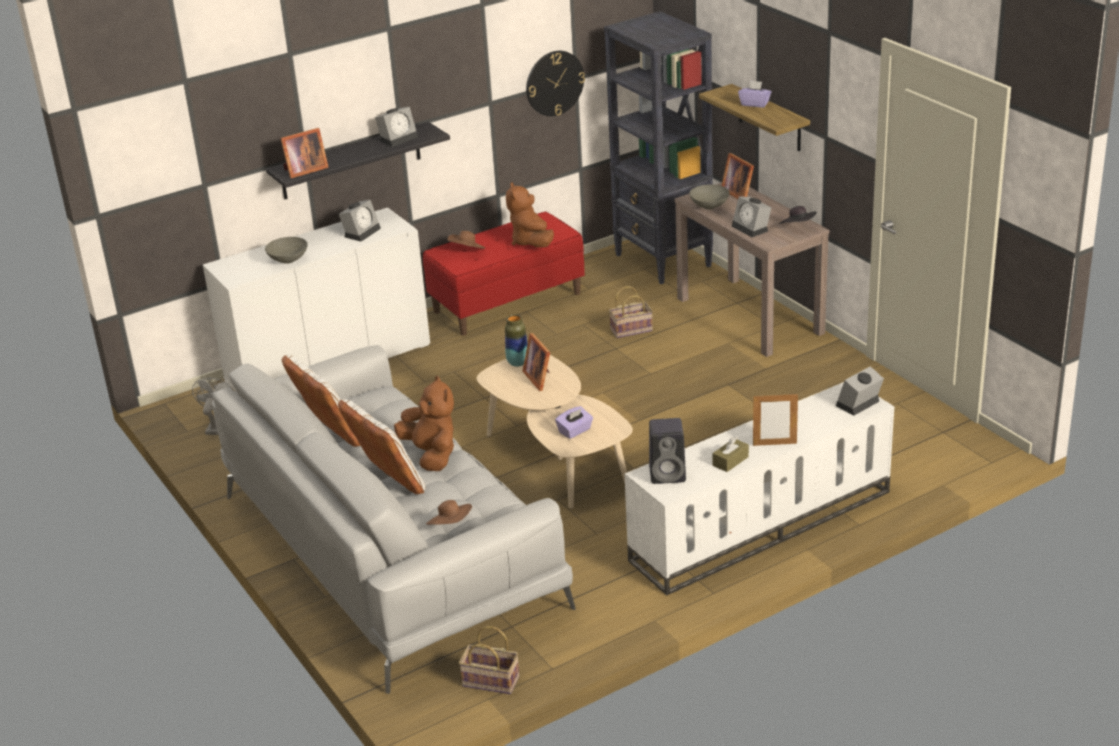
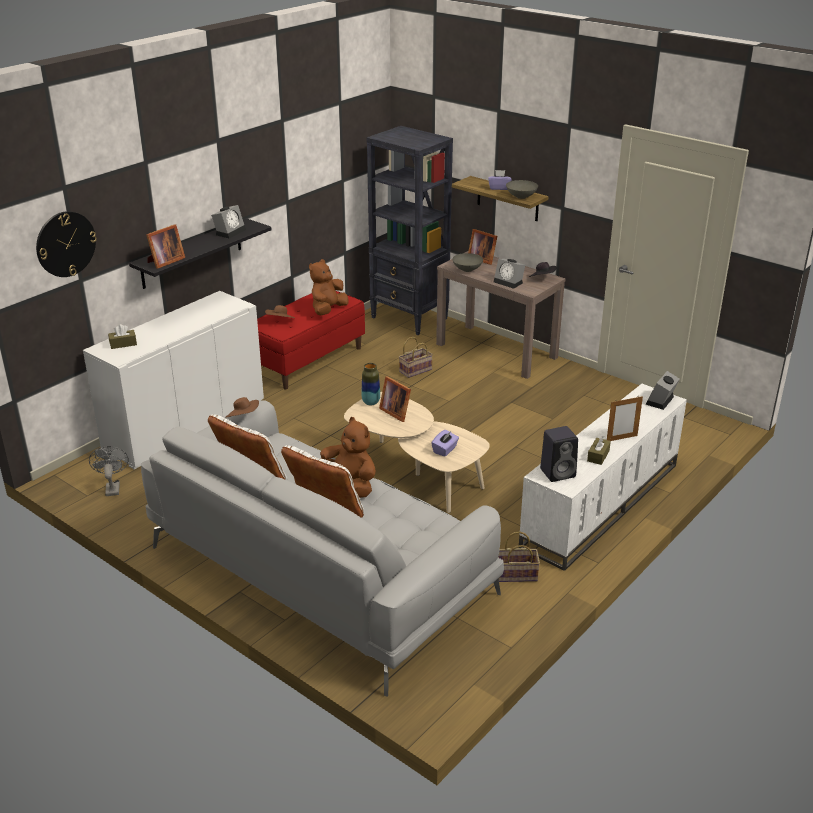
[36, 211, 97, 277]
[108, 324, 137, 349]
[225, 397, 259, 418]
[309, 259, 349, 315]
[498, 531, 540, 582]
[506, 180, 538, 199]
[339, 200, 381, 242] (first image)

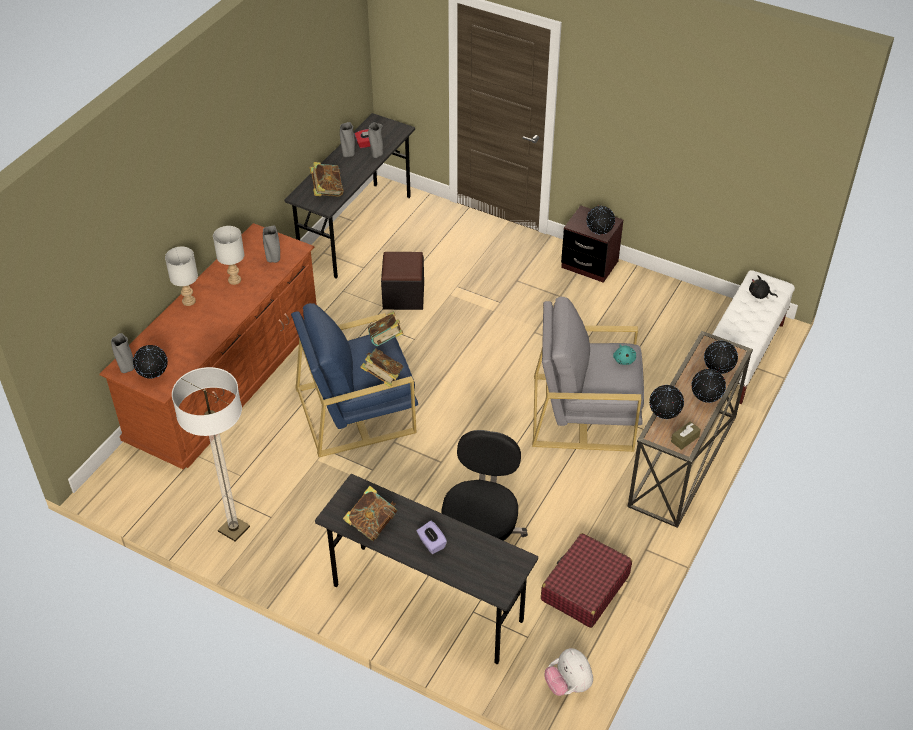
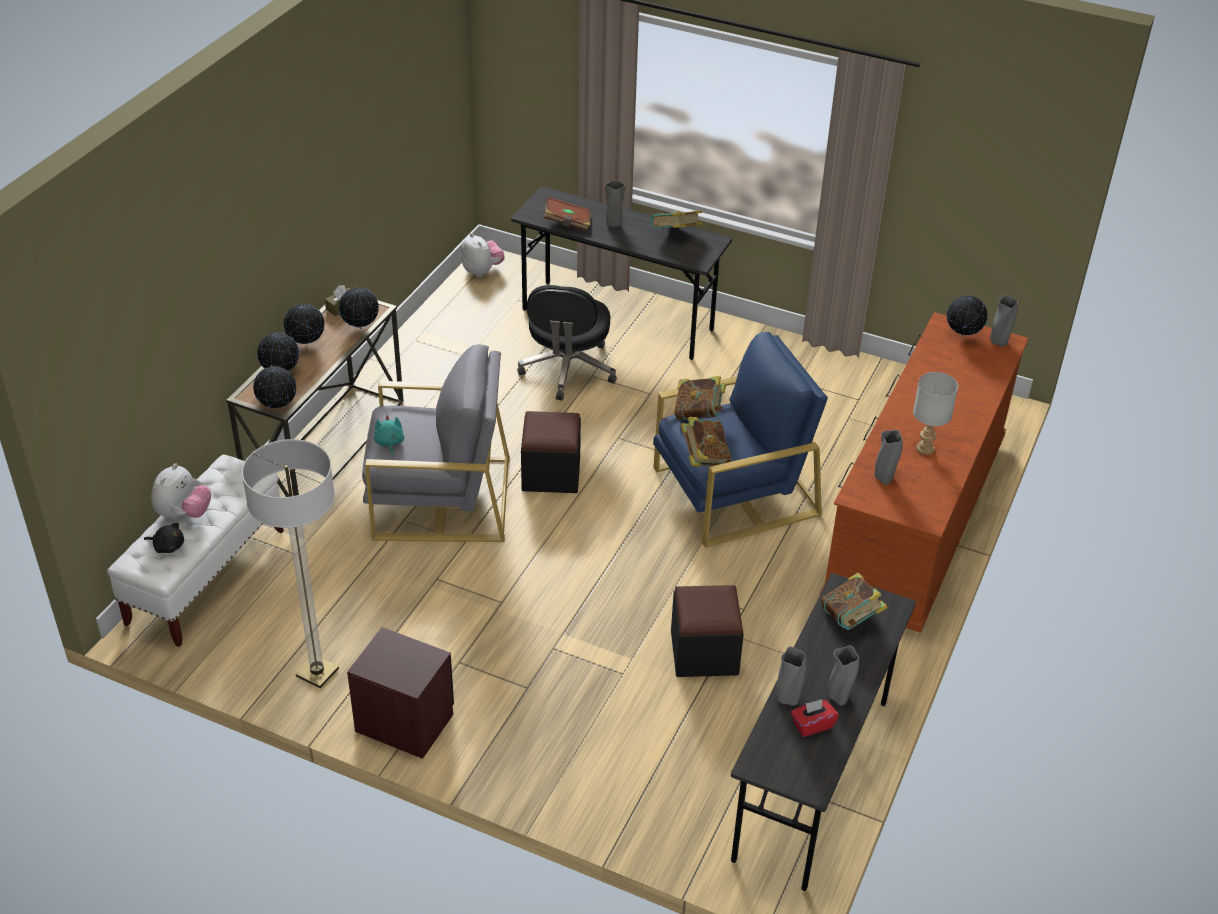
[151, 464, 211, 519]
[242, 439, 339, 688]
[253, 365, 297, 408]
[521, 411, 581, 493]
[544, 197, 591, 231]
[605, 180, 625, 227]
[165, 247, 198, 306] (first image)
[541, 533, 632, 628] (first image)

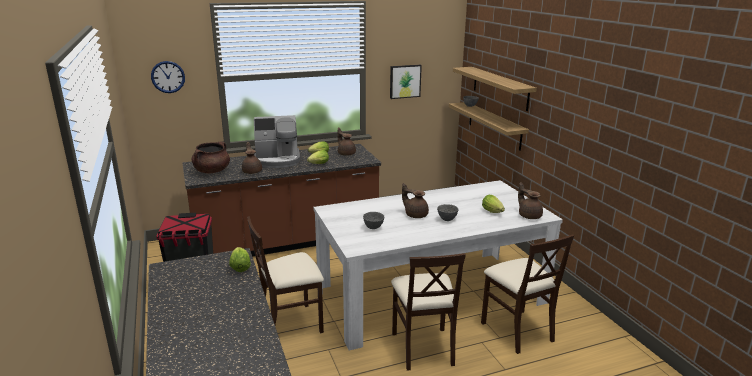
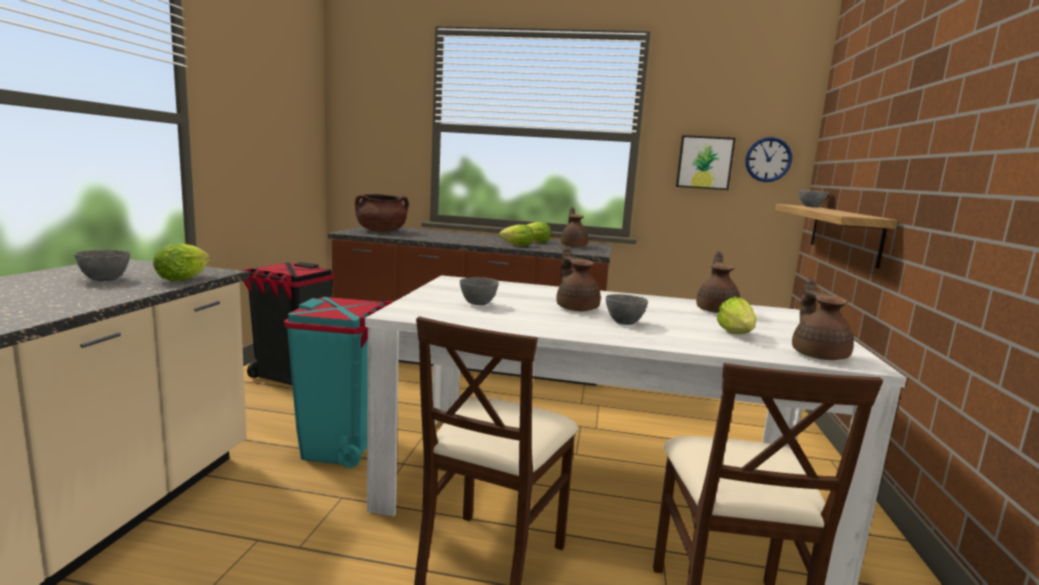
[74, 250, 130, 281]
[284, 297, 394, 468]
[696, 251, 740, 313]
[745, 137, 792, 182]
[254, 115, 300, 168] (first image)
[453, 67, 537, 111] (first image)

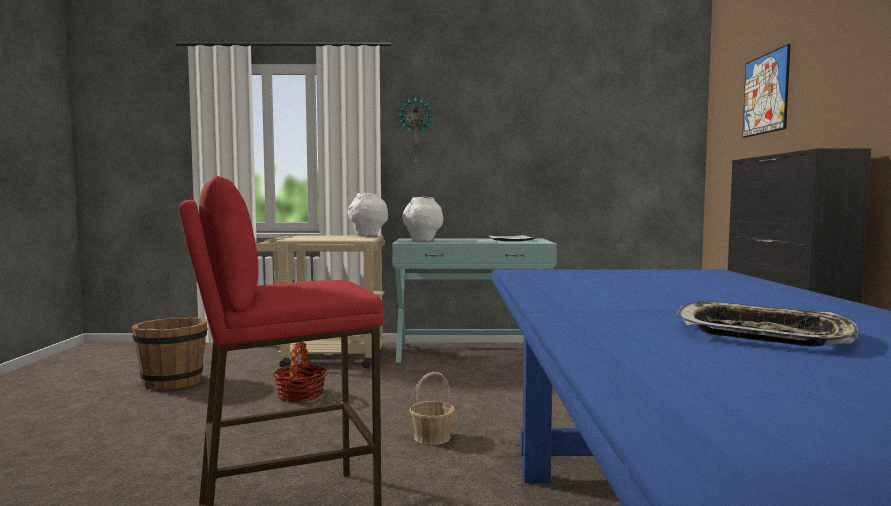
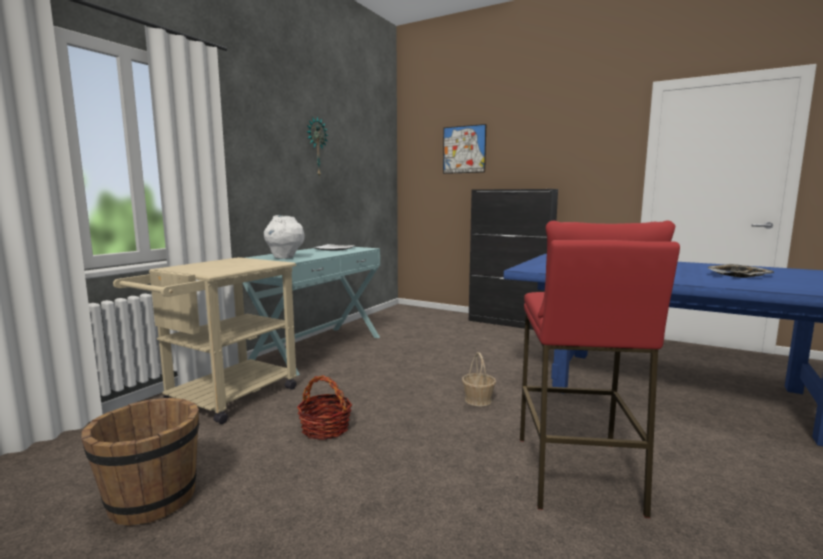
[306, 117, 329, 176]
[348, 192, 388, 236] (first image)

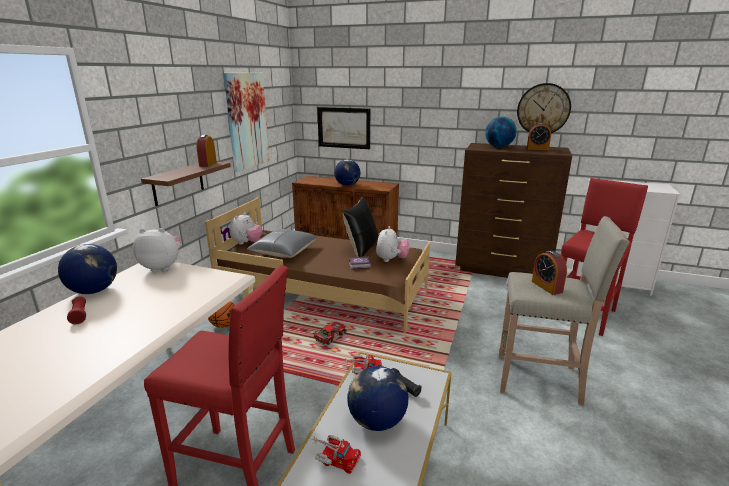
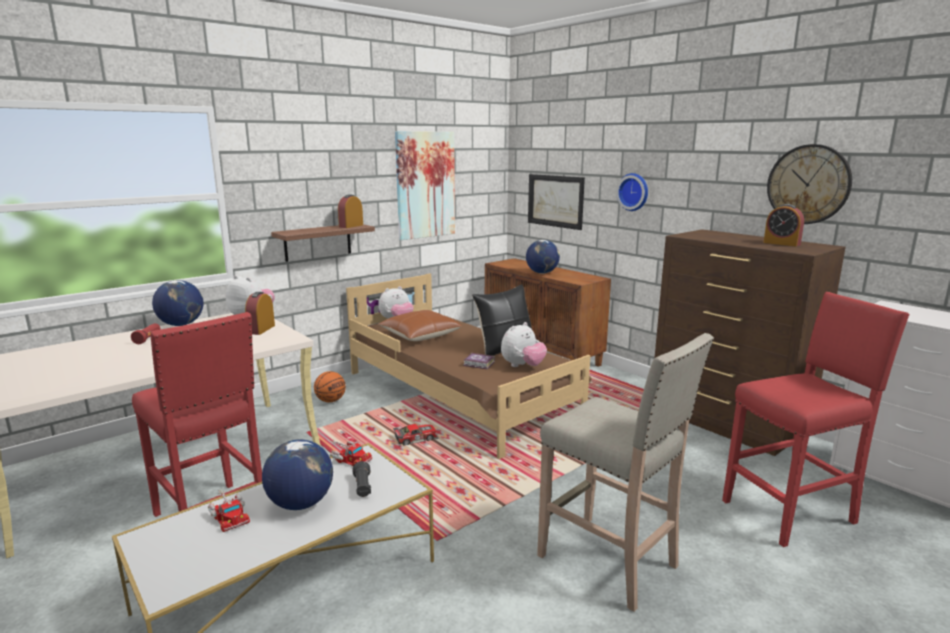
[245, 292, 275, 335]
[378, 310, 462, 341]
[616, 173, 648, 211]
[485, 116, 517, 147] (first image)

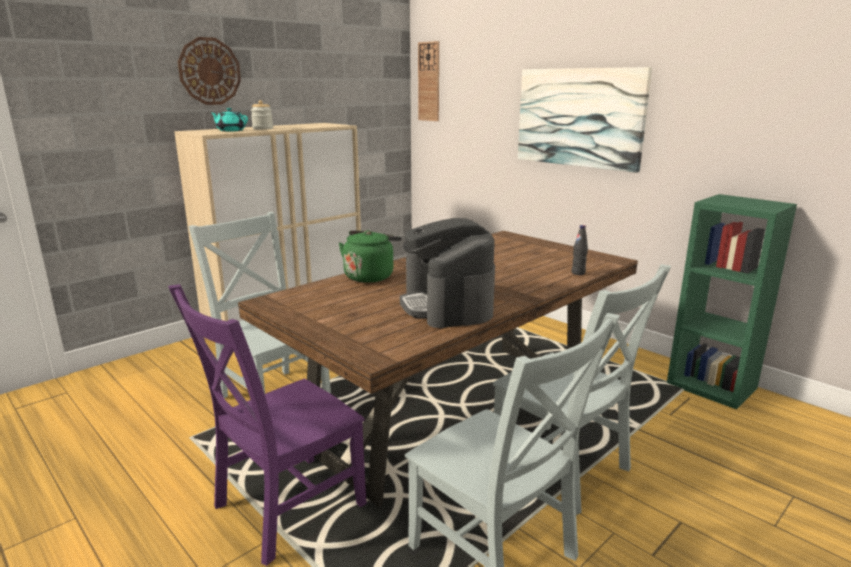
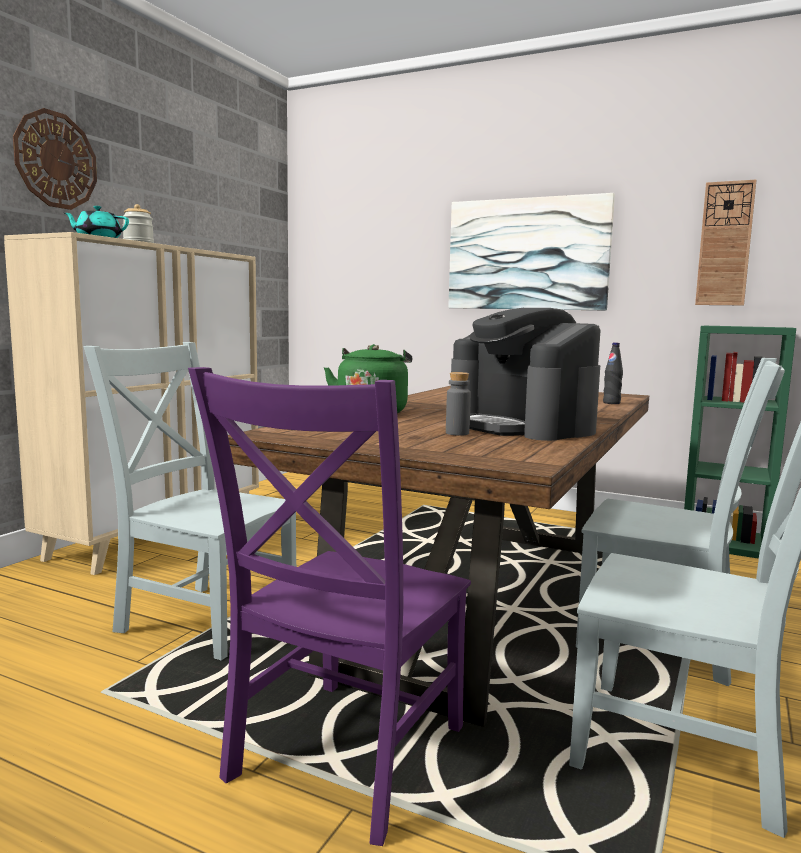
[446, 372, 471, 436]
[695, 180, 757, 306]

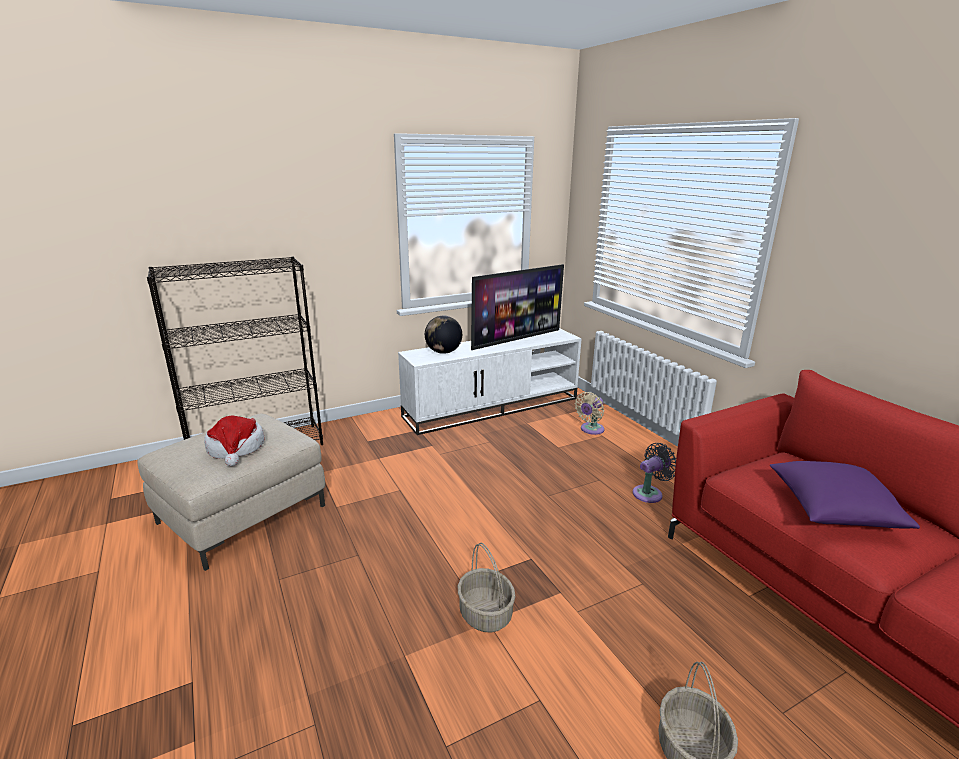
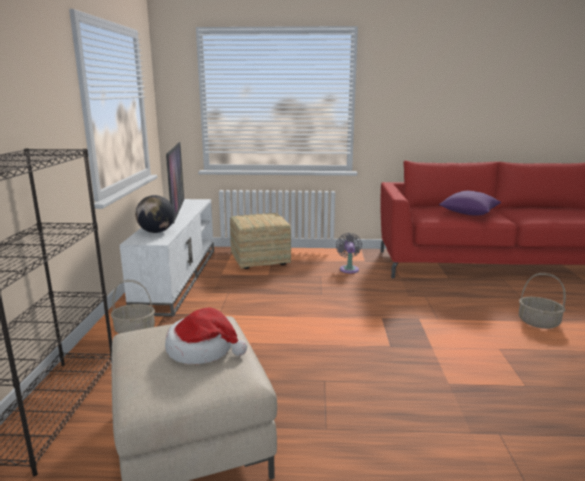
[111, 280, 155, 334]
[230, 213, 291, 269]

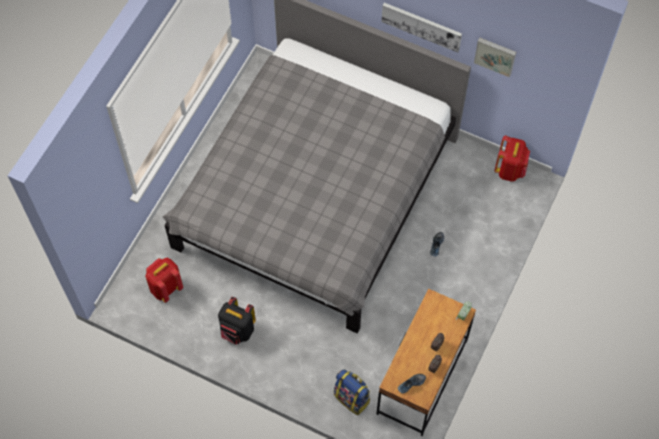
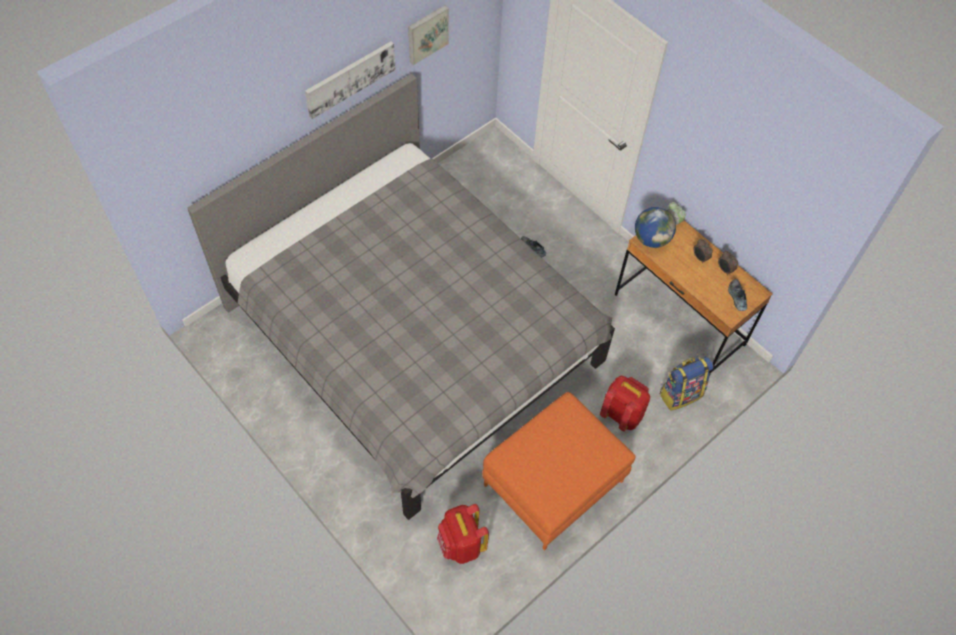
[482, 392, 636, 551]
[600, 376, 650, 432]
[635, 207, 676, 248]

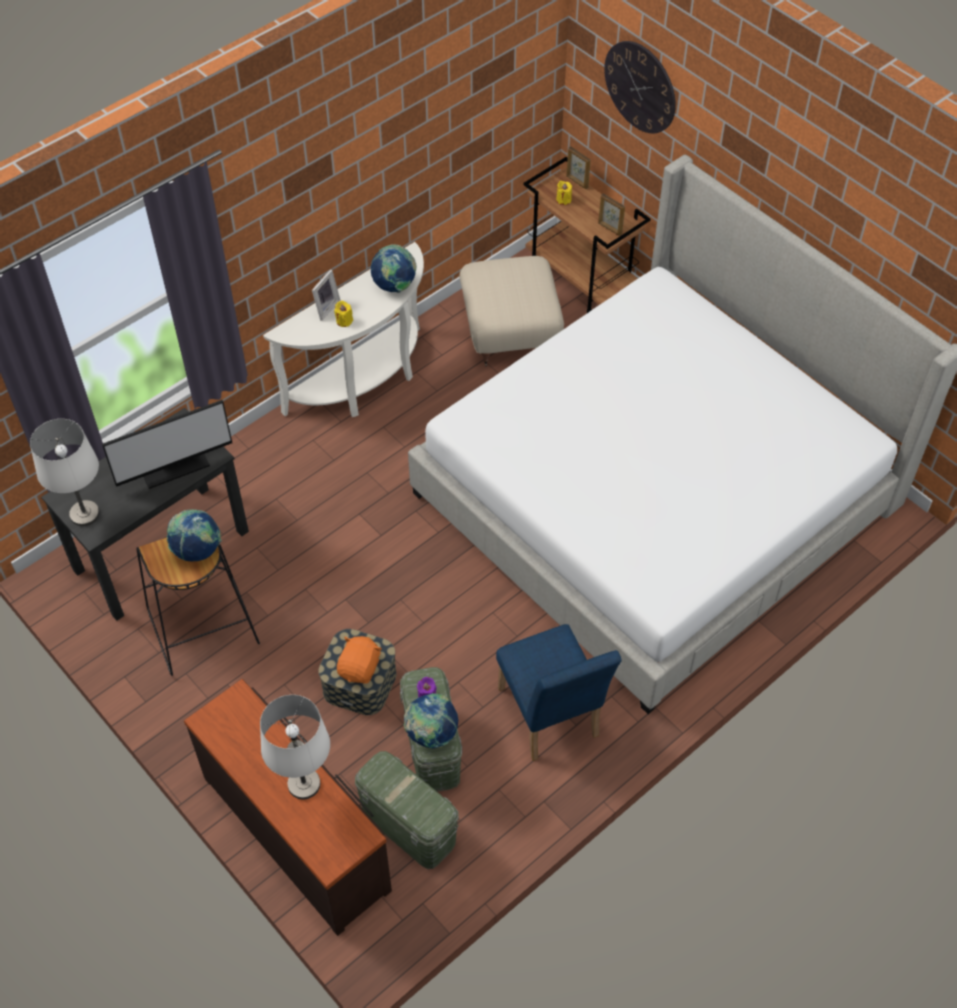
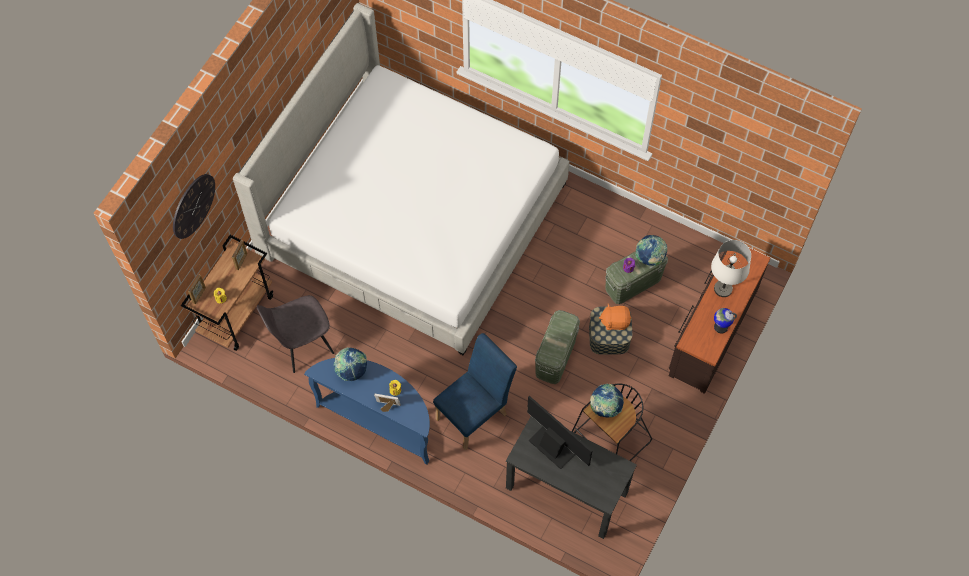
[257, 295, 334, 373]
[304, 358, 430, 465]
[433, 333, 517, 450]
[535, 310, 580, 384]
[714, 308, 737, 334]
[30, 419, 100, 526] (first image)

